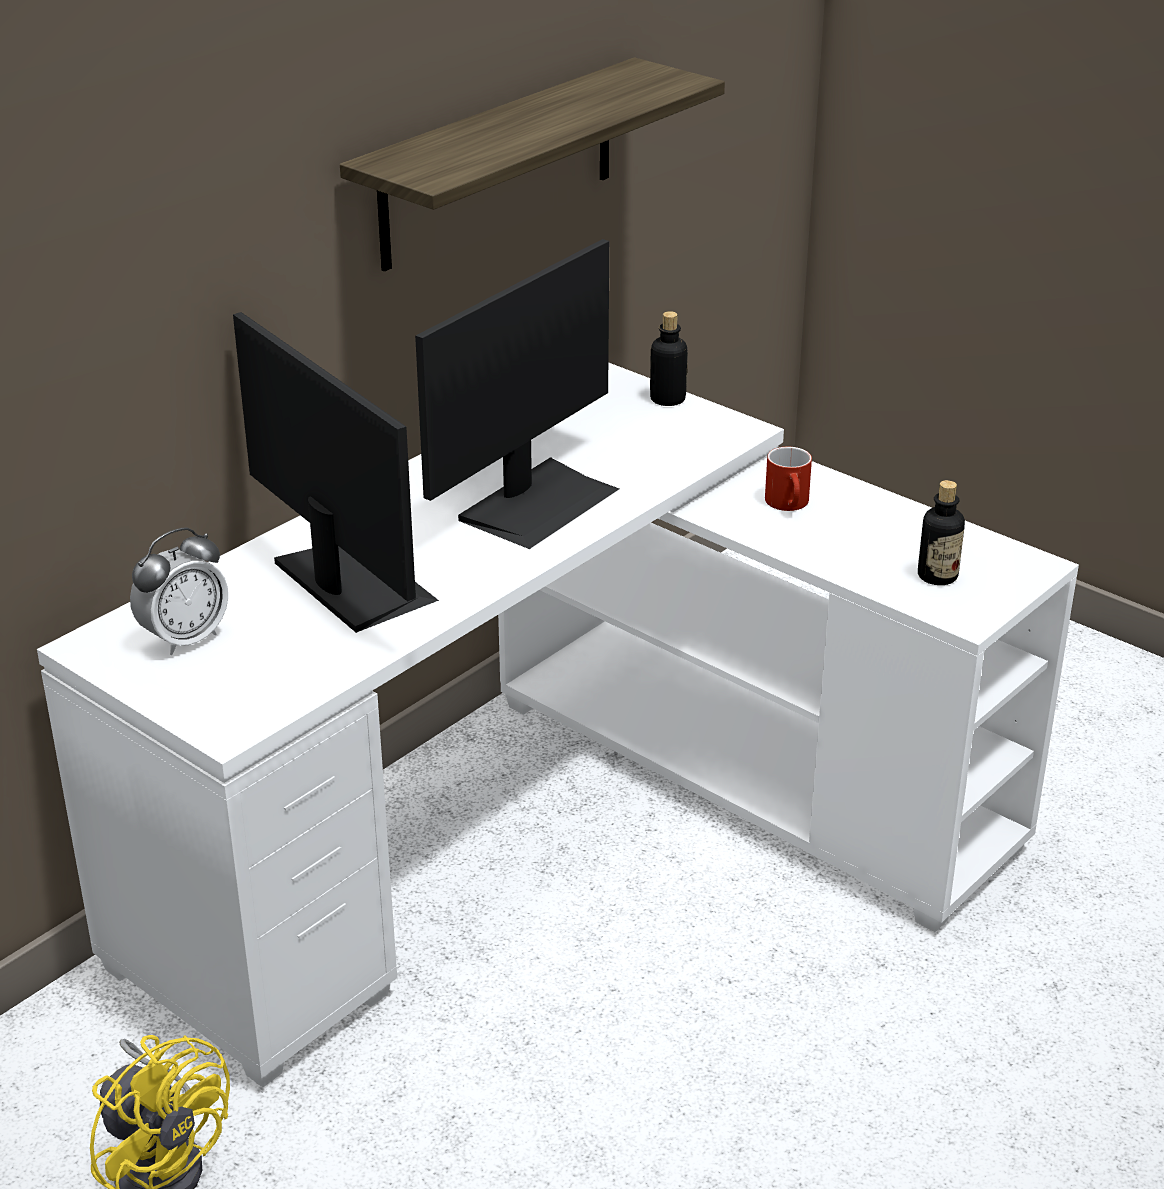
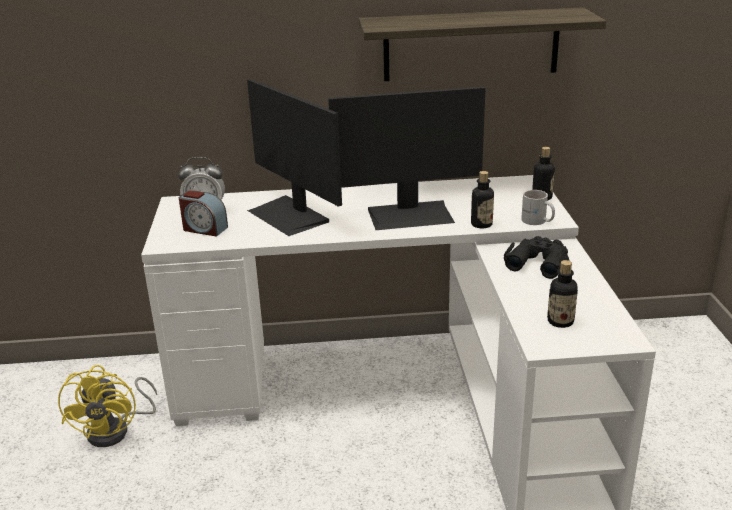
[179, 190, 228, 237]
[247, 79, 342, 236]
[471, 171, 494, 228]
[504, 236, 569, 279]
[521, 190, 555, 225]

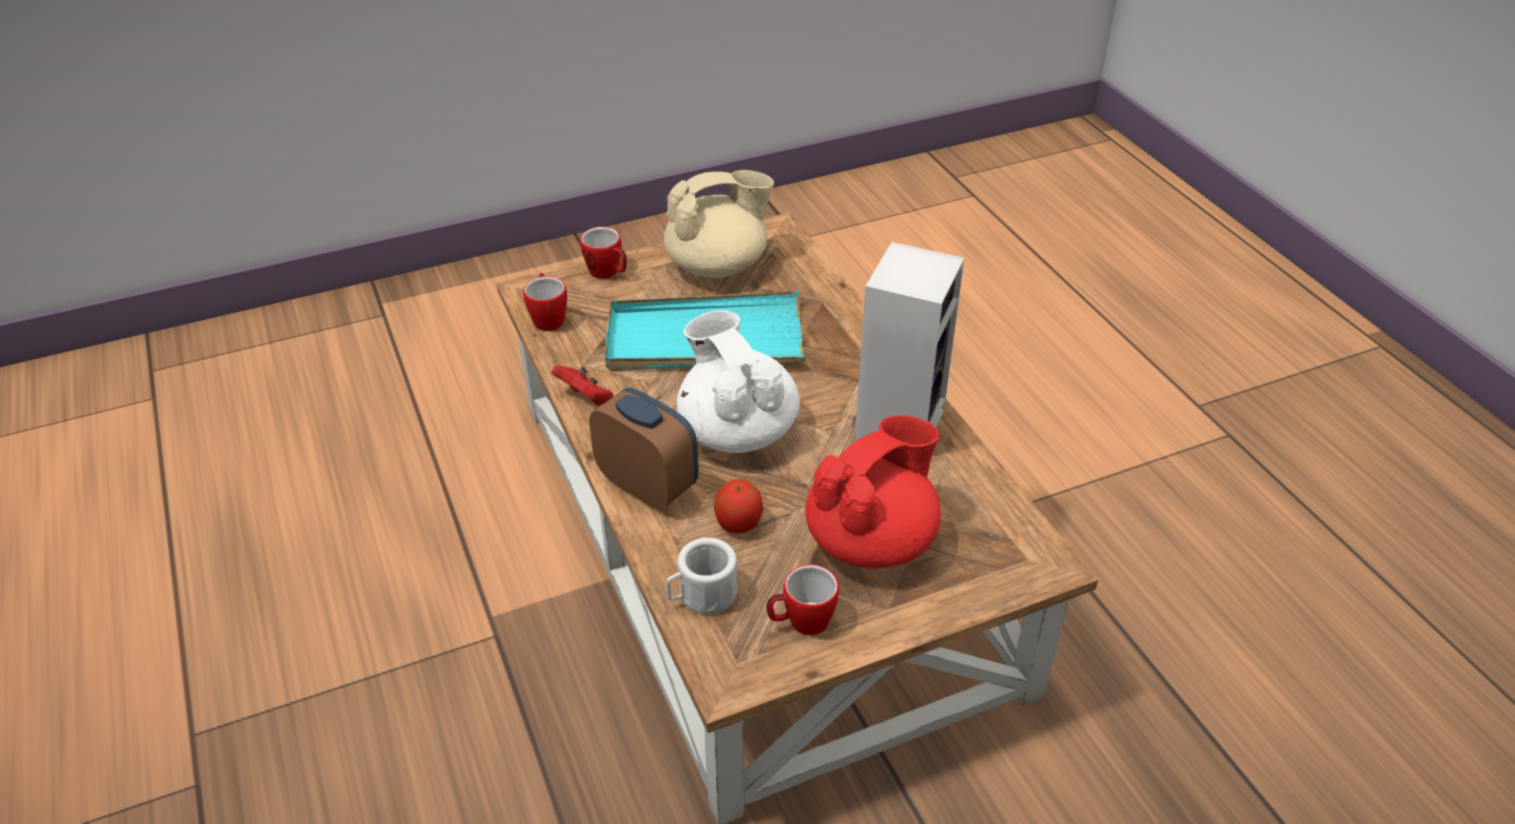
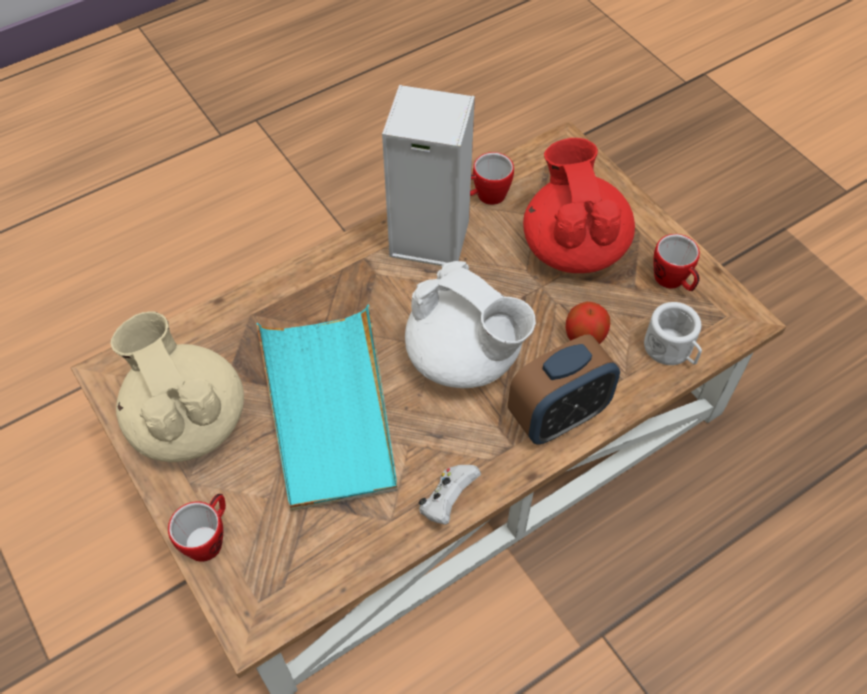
[405, 261, 536, 388]
[418, 465, 481, 525]
[470, 152, 514, 205]
[508, 334, 620, 445]
[523, 138, 635, 273]

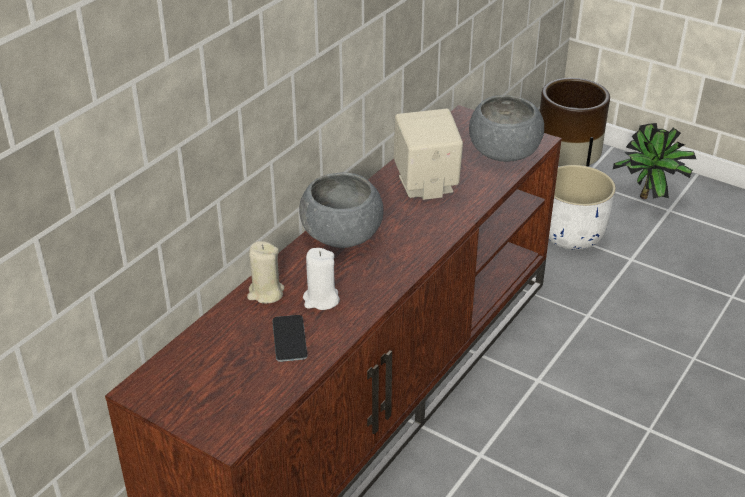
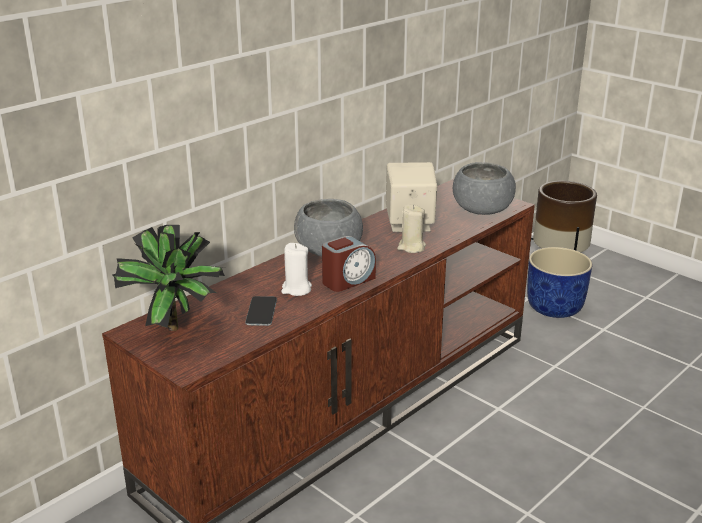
[112, 225, 225, 331]
[322, 236, 376, 292]
[397, 204, 426, 253]
[527, 247, 592, 318]

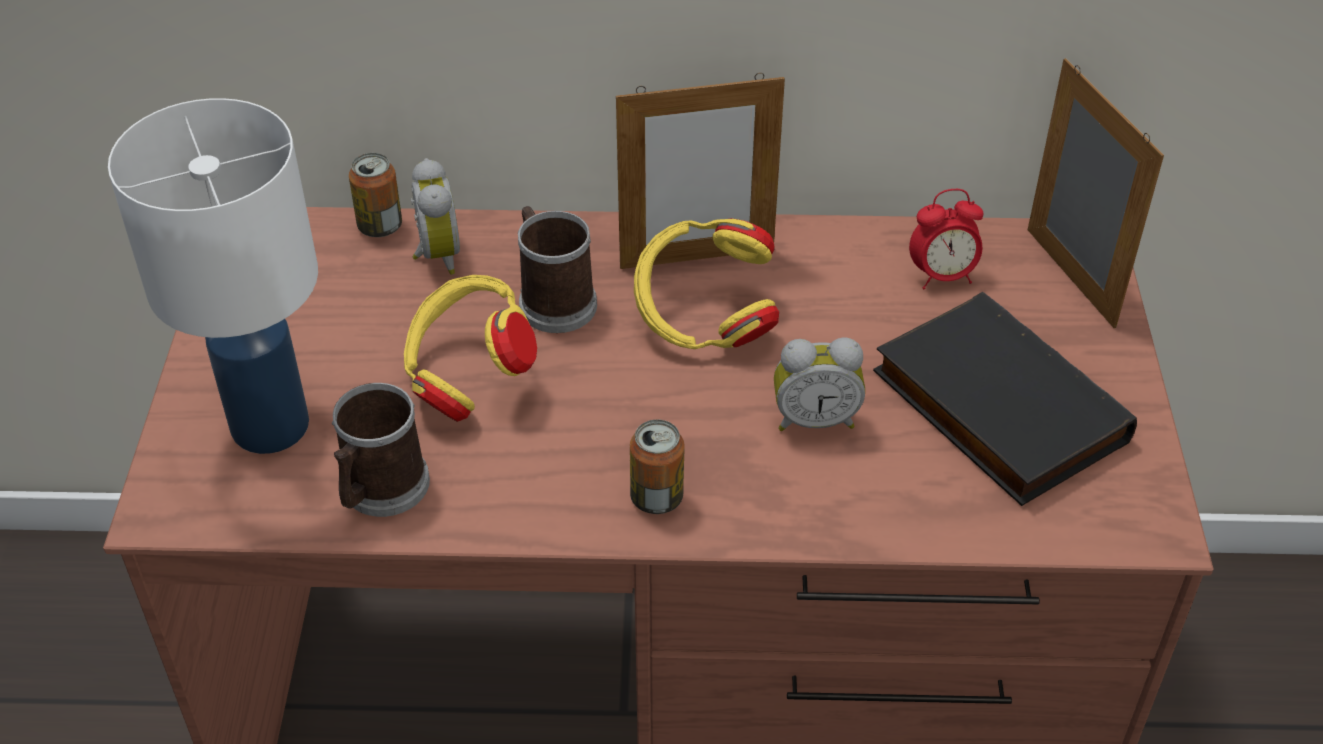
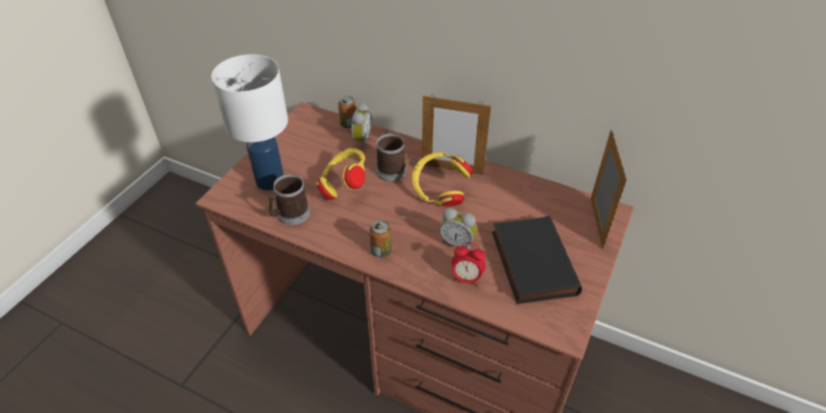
[452, 242, 486, 287]

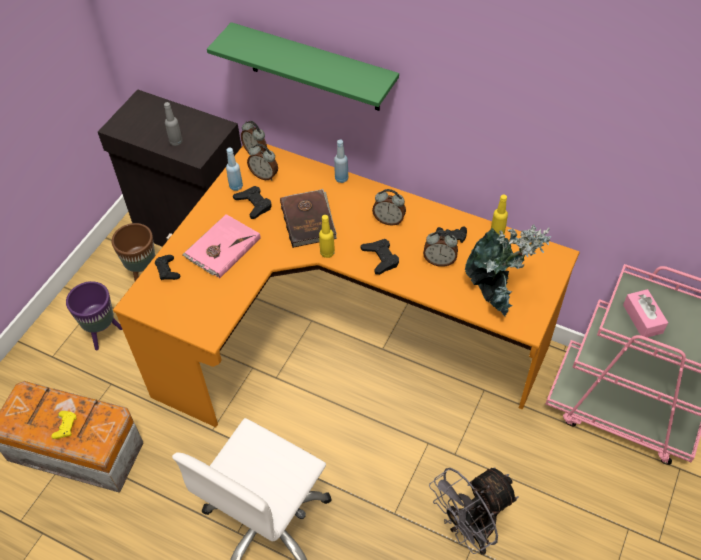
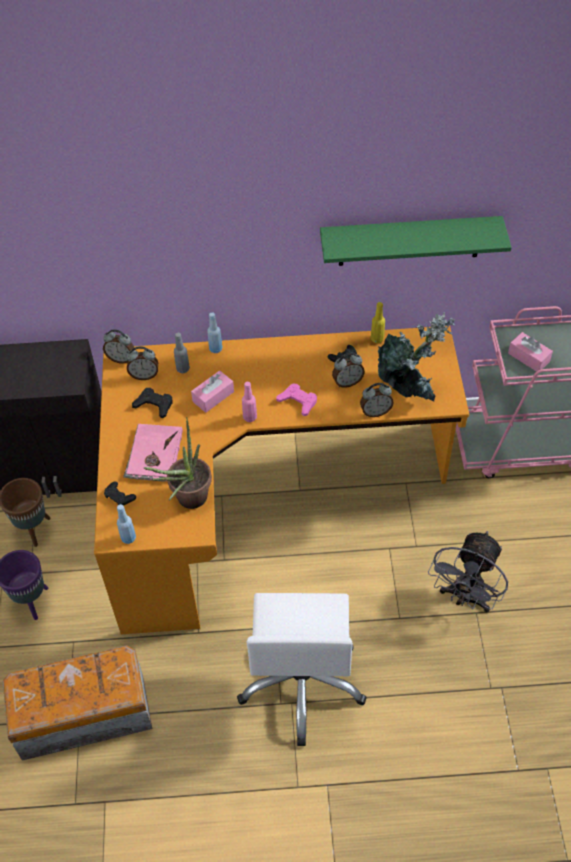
[117, 504, 136, 544]
[144, 417, 212, 509]
[174, 333, 190, 373]
[191, 371, 234, 413]
[242, 382, 257, 422]
[276, 383, 317, 416]
[320, 216, 512, 266]
[360, 383, 394, 417]
[51, 411, 76, 439] (first image)

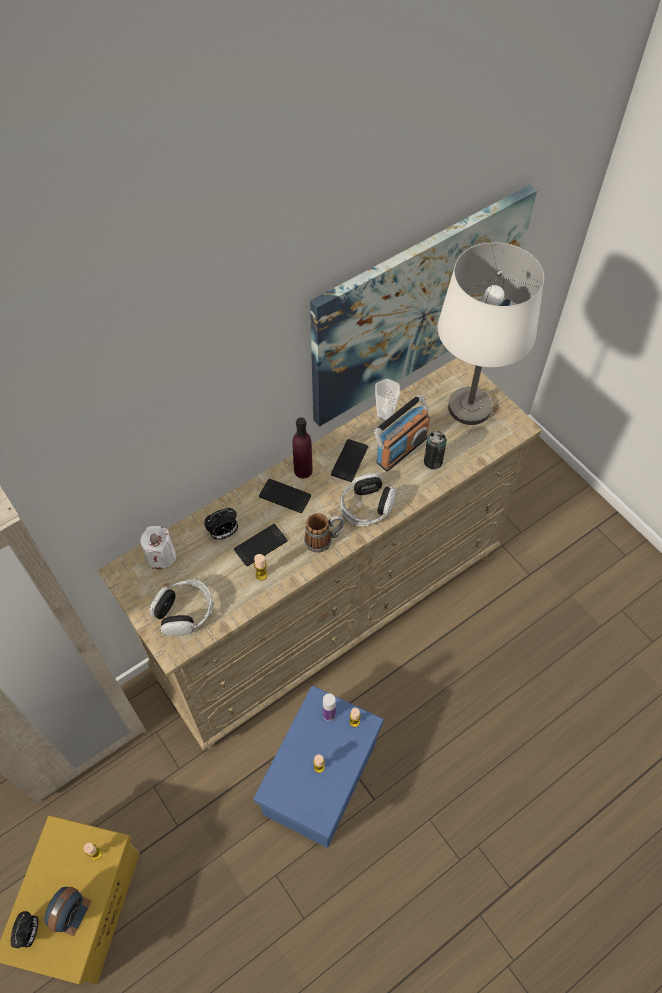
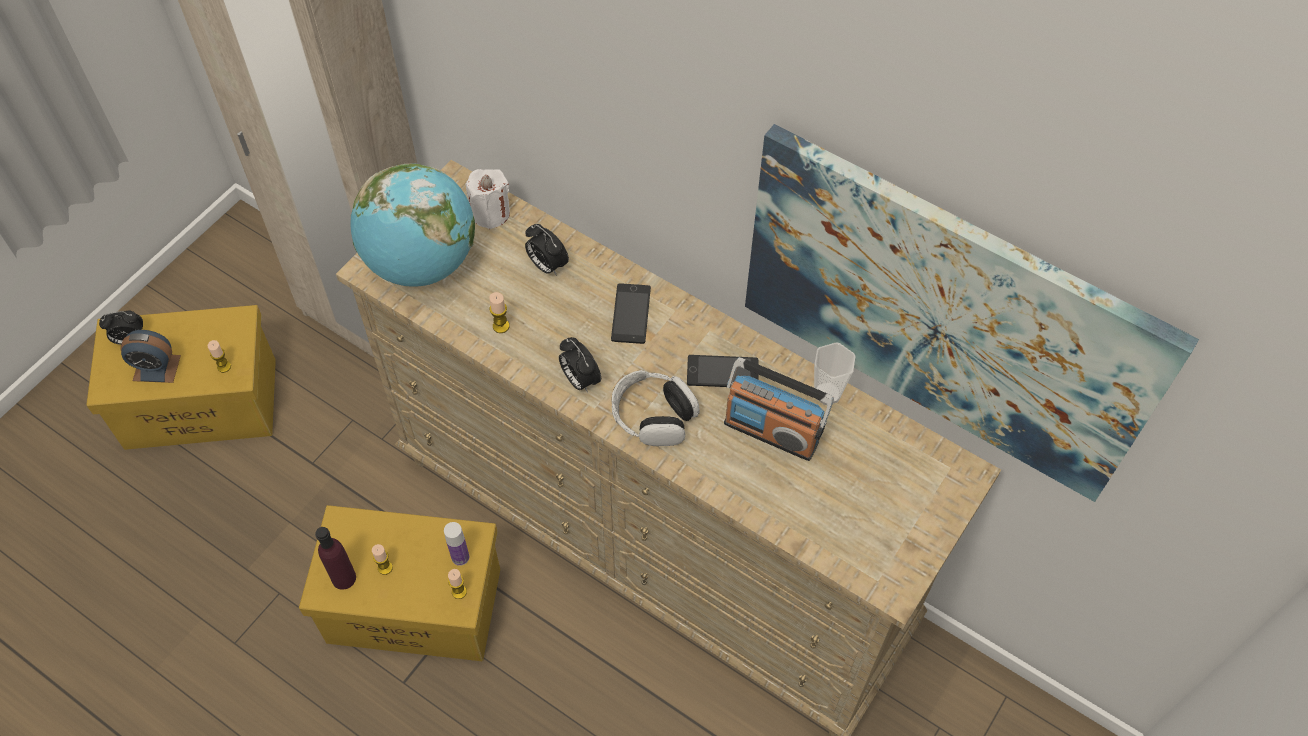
[299, 505, 500, 661]
[315, 527, 356, 590]
[350, 163, 475, 287]
[559, 337, 601, 393]
[234, 524, 287, 566] (first image)
[424, 431, 447, 470] (first image)
[438, 242, 544, 425] (first image)

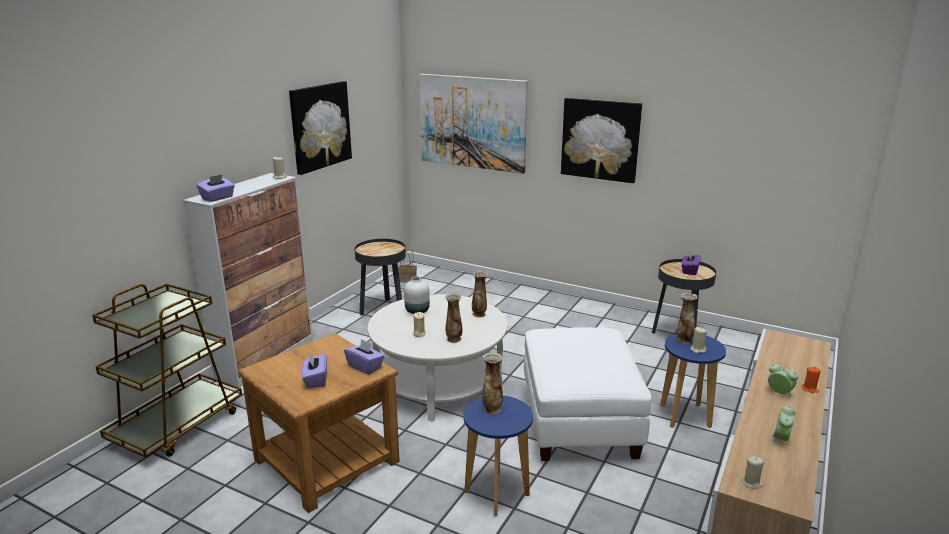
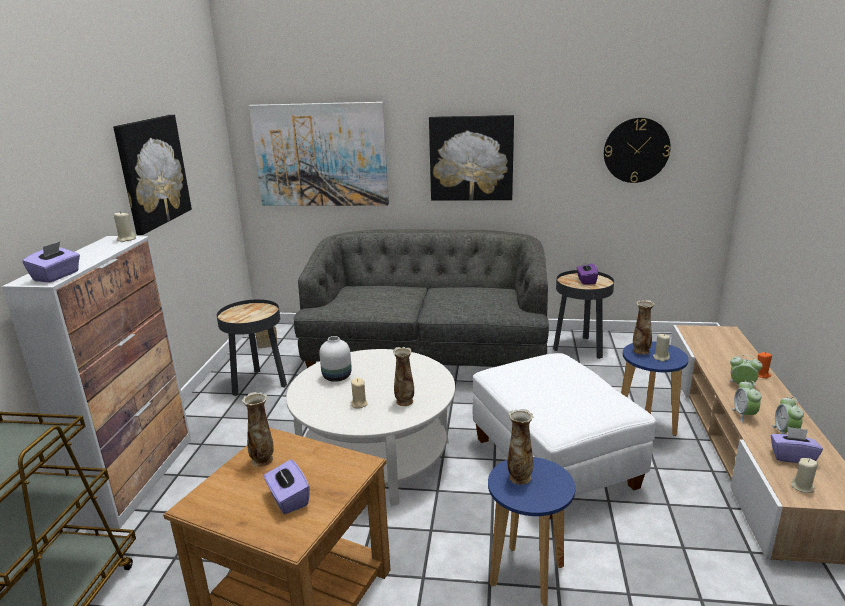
[242, 392, 274, 467]
[294, 229, 549, 368]
[604, 118, 671, 183]
[732, 381, 762, 423]
[770, 427, 823, 463]

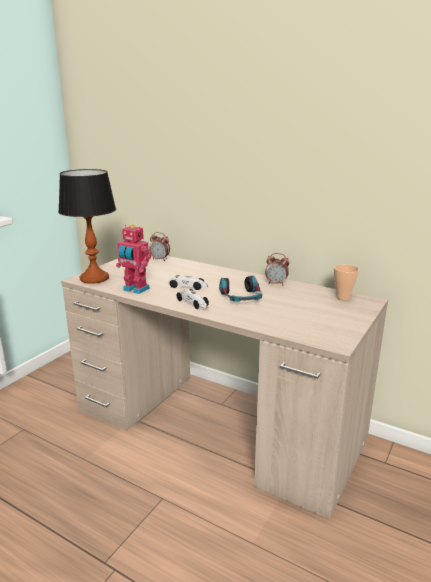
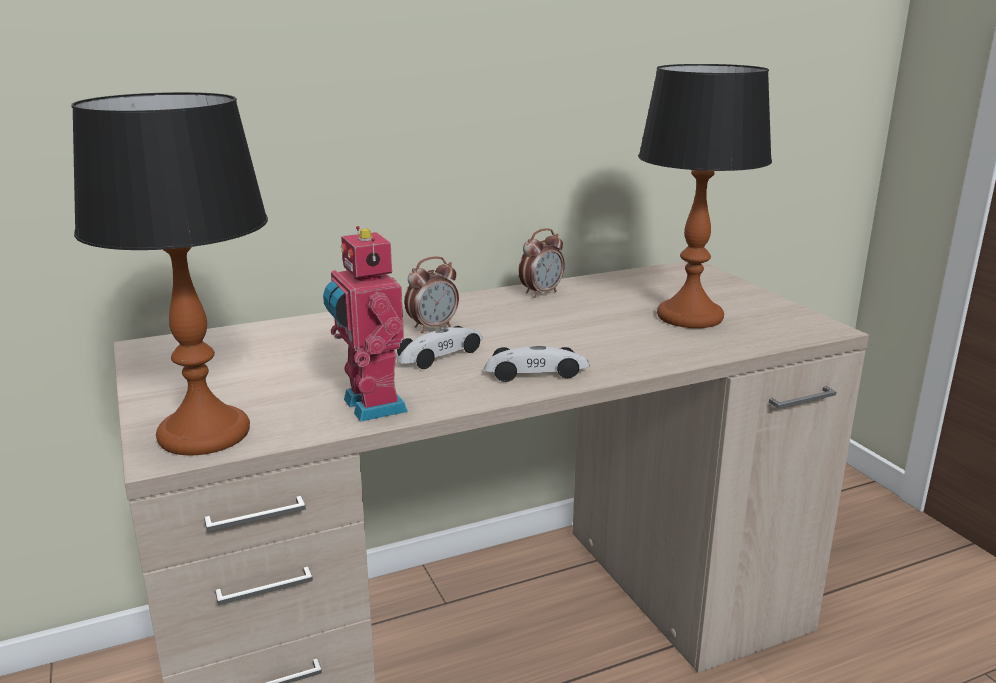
[323, 226, 408, 422]
[404, 257, 459, 333]
[638, 64, 772, 328]
[219, 275, 262, 302] (first image)
[334, 264, 359, 300] (first image)

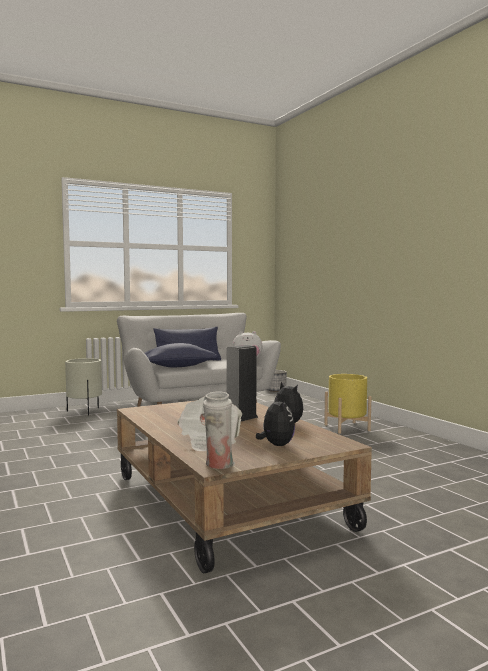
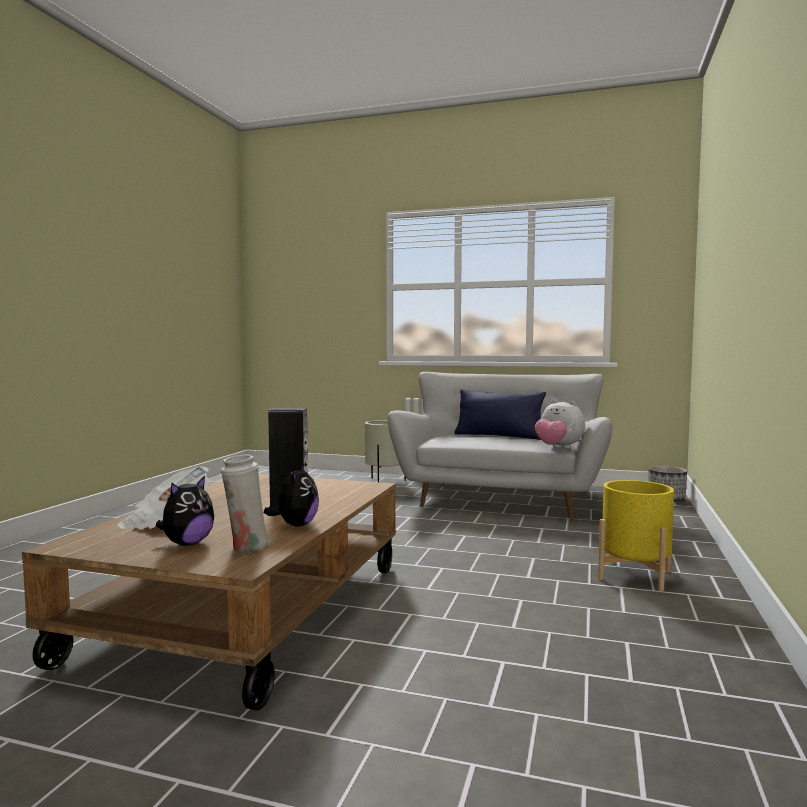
[221, 454, 271, 553]
[145, 343, 218, 367] (first image)

